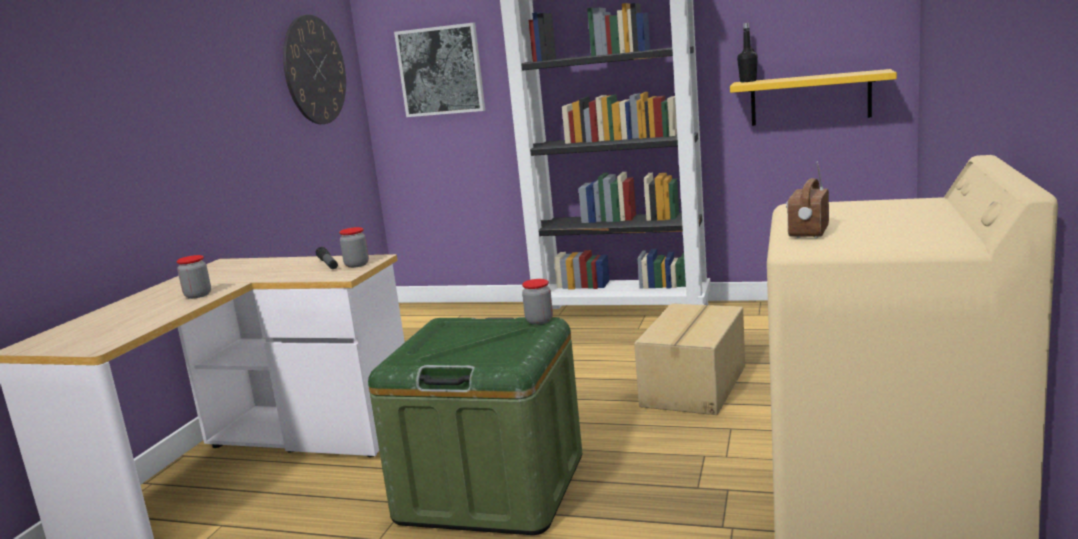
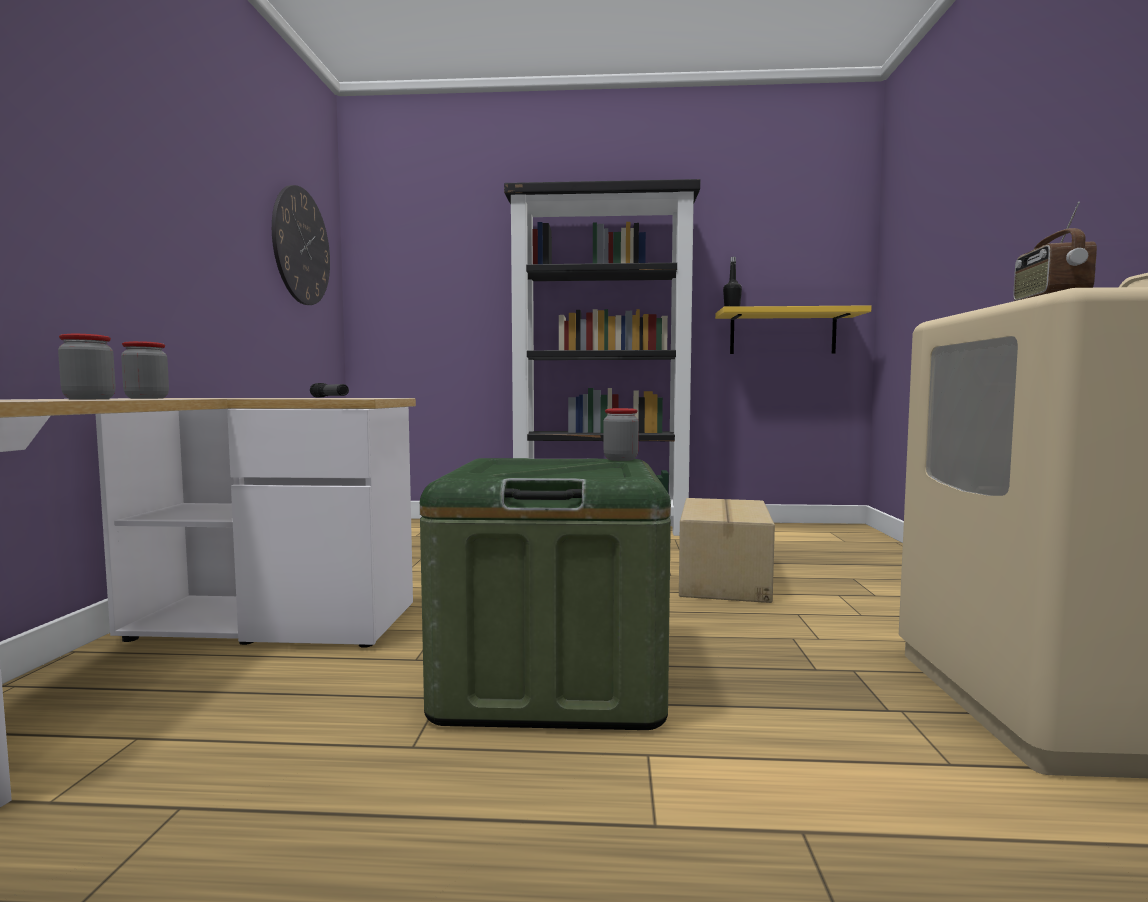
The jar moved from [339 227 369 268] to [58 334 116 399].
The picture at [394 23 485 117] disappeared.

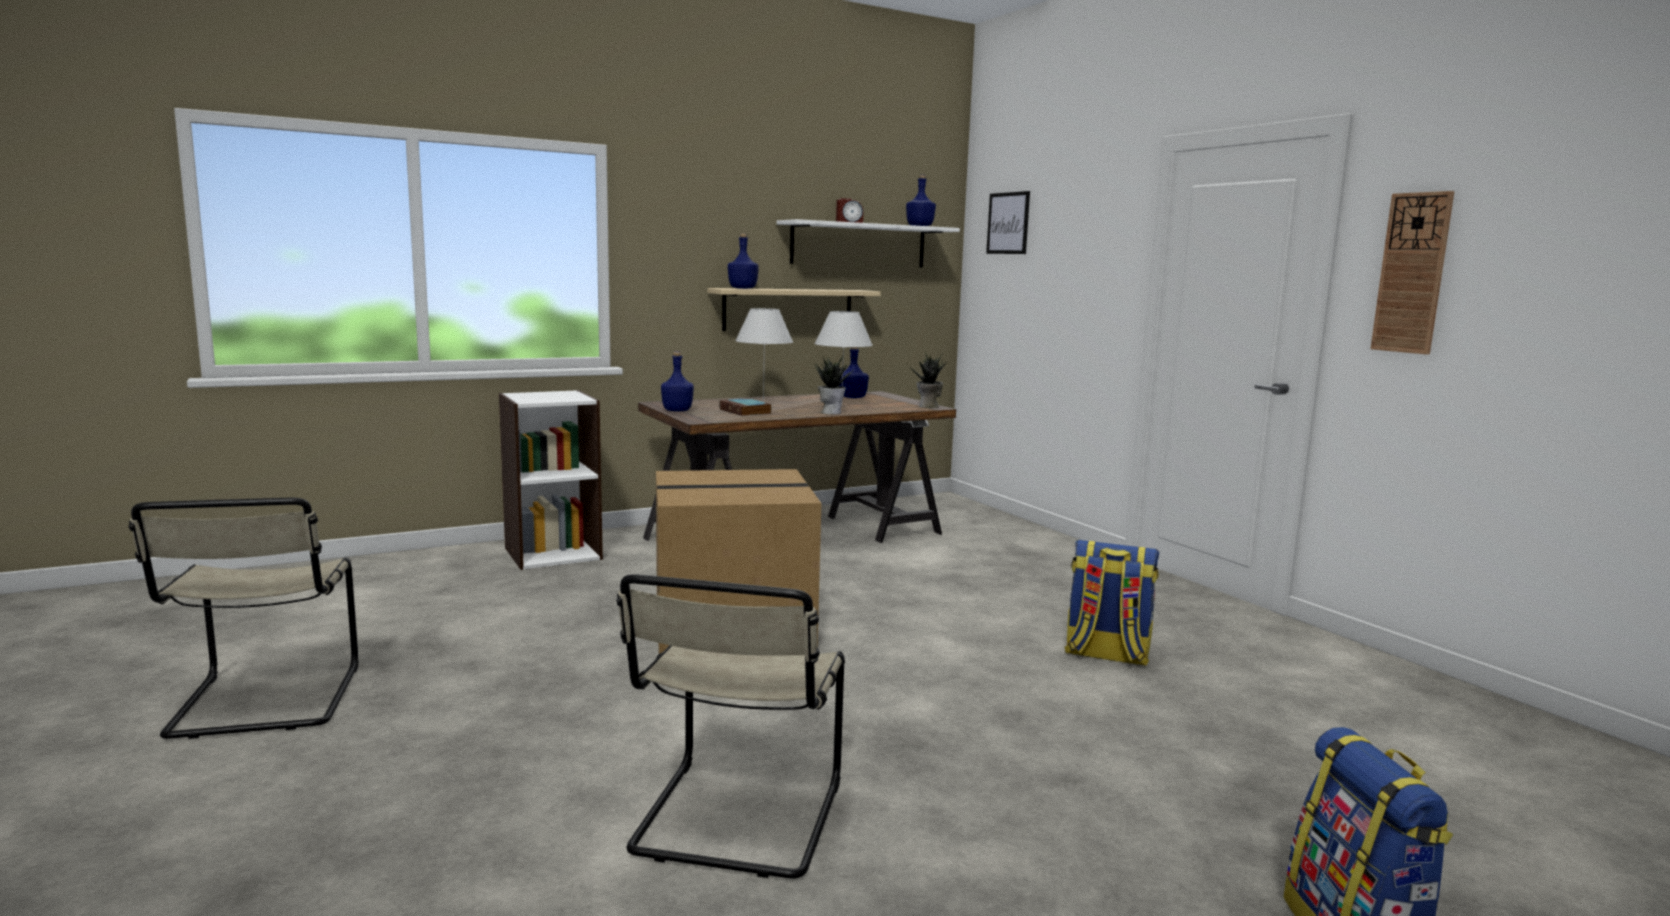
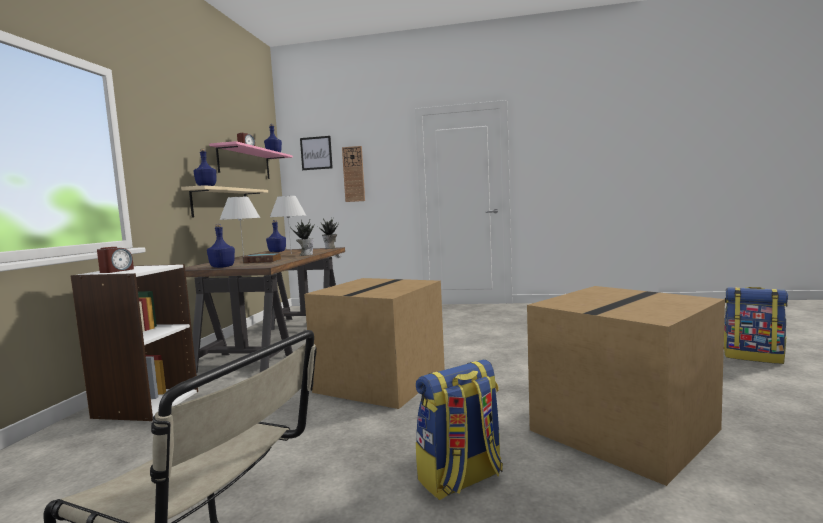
The alarm_clock at [97 247 134 273] appeared.
The white_shelf at [777 219 960 267] became the pink_shelf at [209 141 293 179].
The wall_clock moved from [1370 191 1454 355] to [342 146 365 202].
The backpack moved from [1065 540 1159 666] to [416 359 503 500].
The beige_chair at [616 574 845 879] was replaced by the cardboard_box at [527 286 725 486].

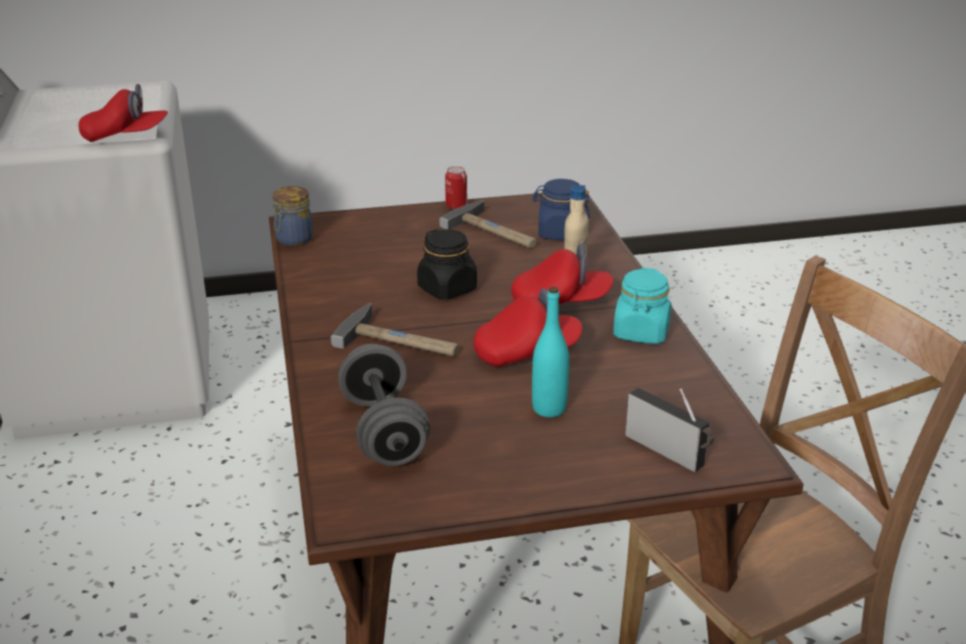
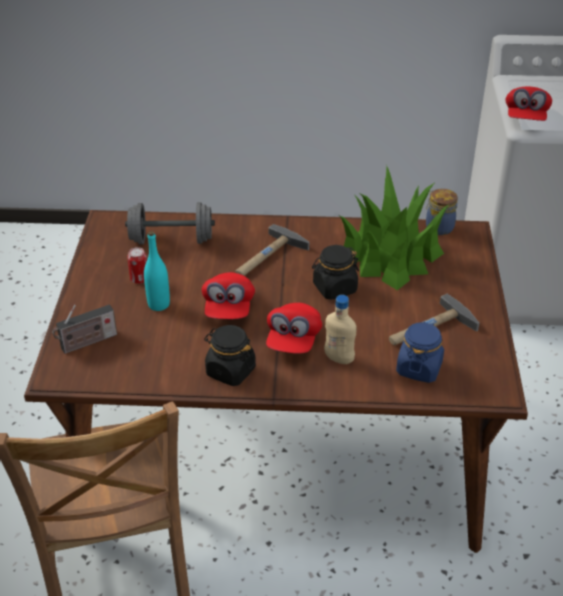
The can moved from [445 166 467 209] to [127 247 147 284].
The turquoise_jar at [613 268 671 344] became the black_jar at [204 325 256 386].
The potted_plant at [339 166 449 290] appeared.

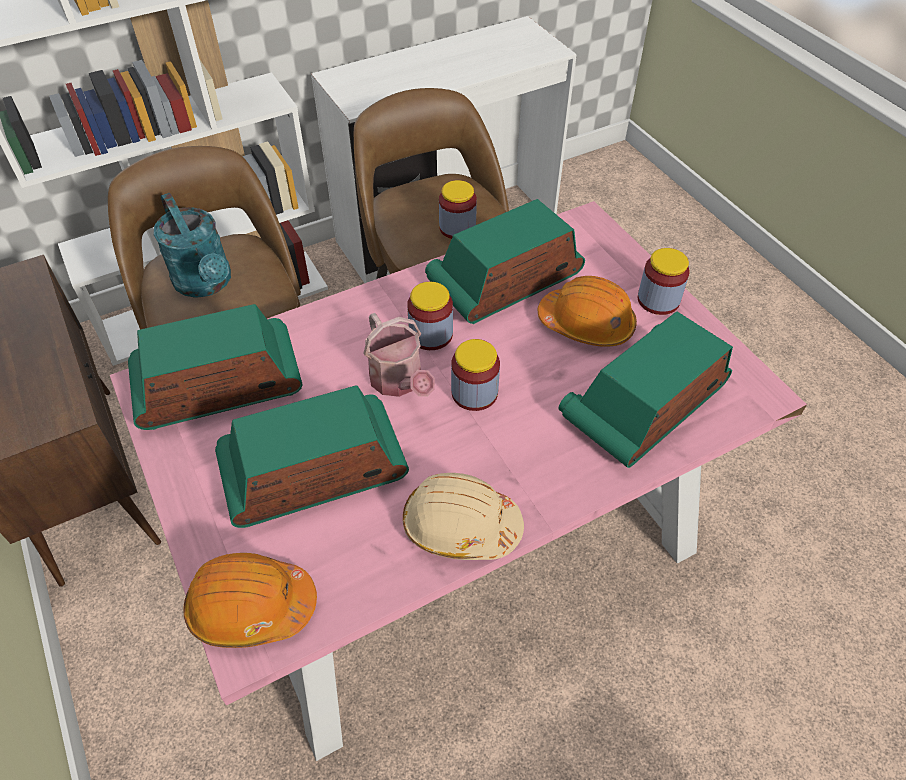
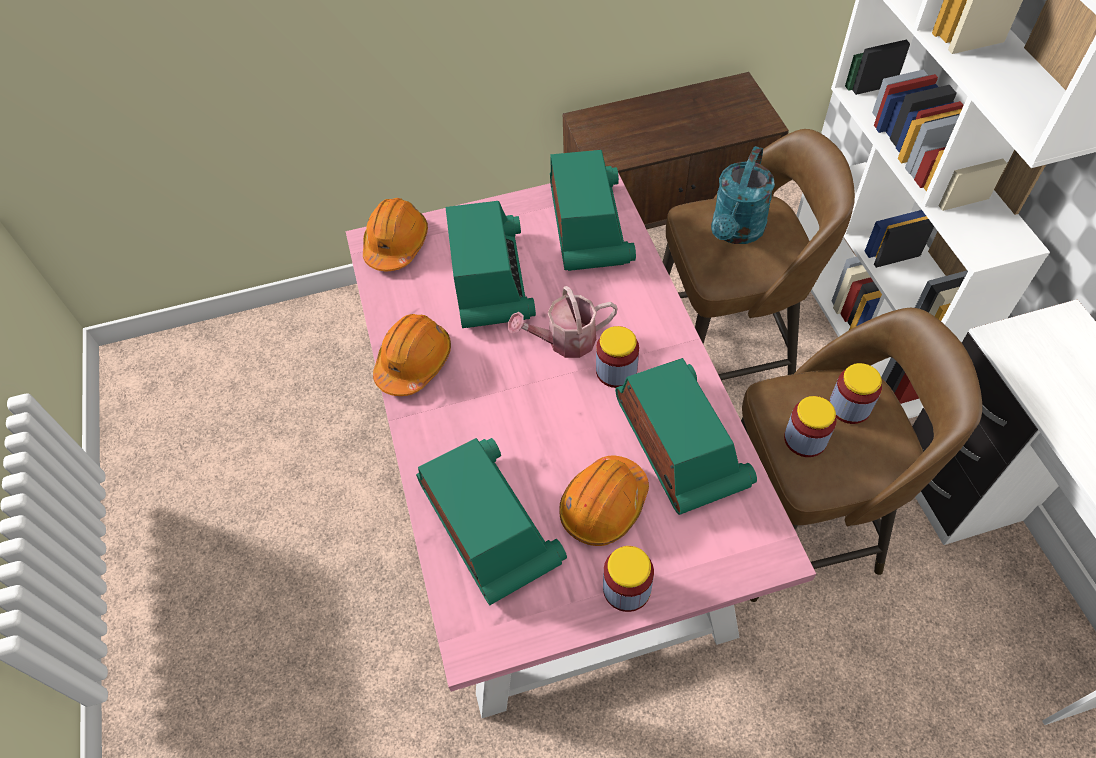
The beige_hard_hat at [403 473 524 560] became the orange_hard_hat at [373 314 451 396].
The turquoise_watering_can at [153 193 231 298] turned 45 degrees counterclockwise.
The jar moved from [451 339 500 411] to [829 363 882 424].

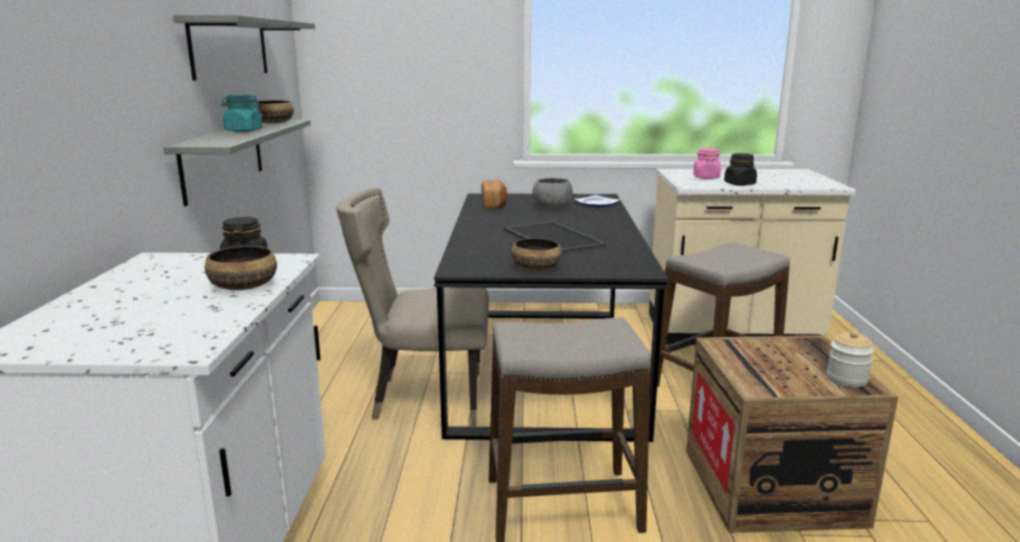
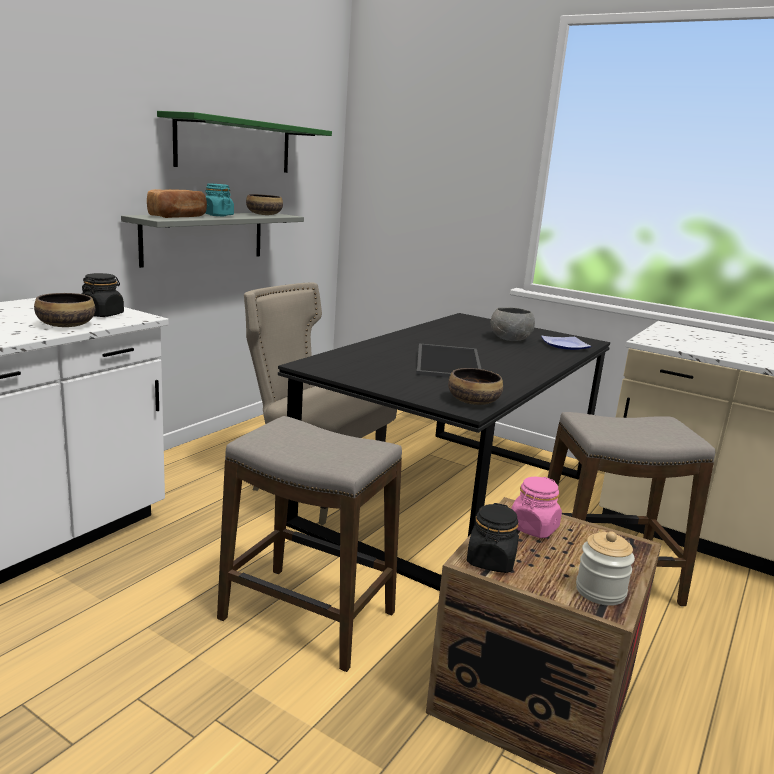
The bread moved from [481 179 507 209] to [147 189 207 218].
The grey_shelf at [173 15 315 80] became the green_shelf at [157 111 332 173].
The bowl moved from [511 238 562 271] to [448 368 503 405].
The black_jar moved from [724 153 757 186] to [467 503 519 573].
The pink_jar moved from [693 148 721 179] to [511 477 562 538].

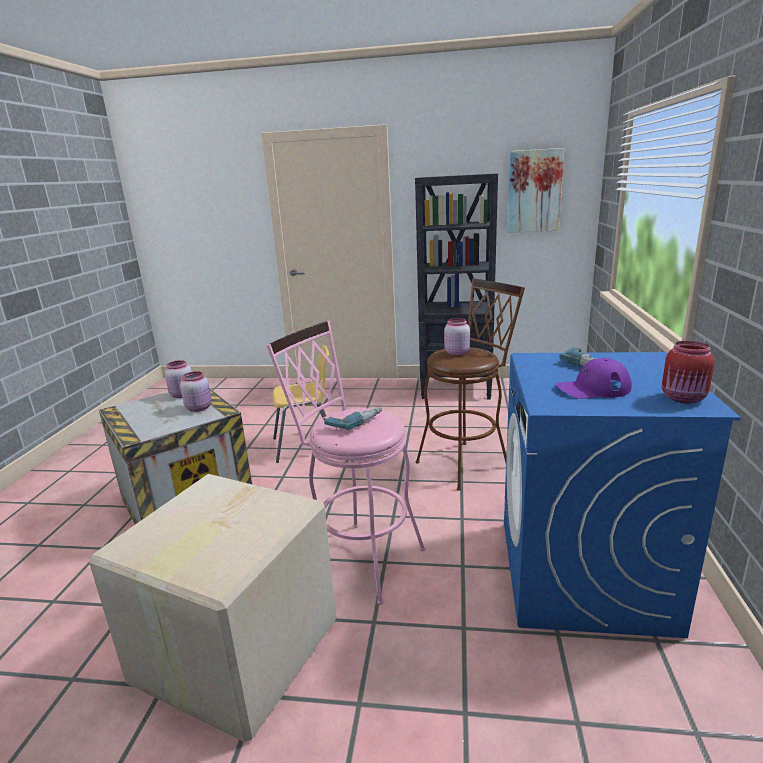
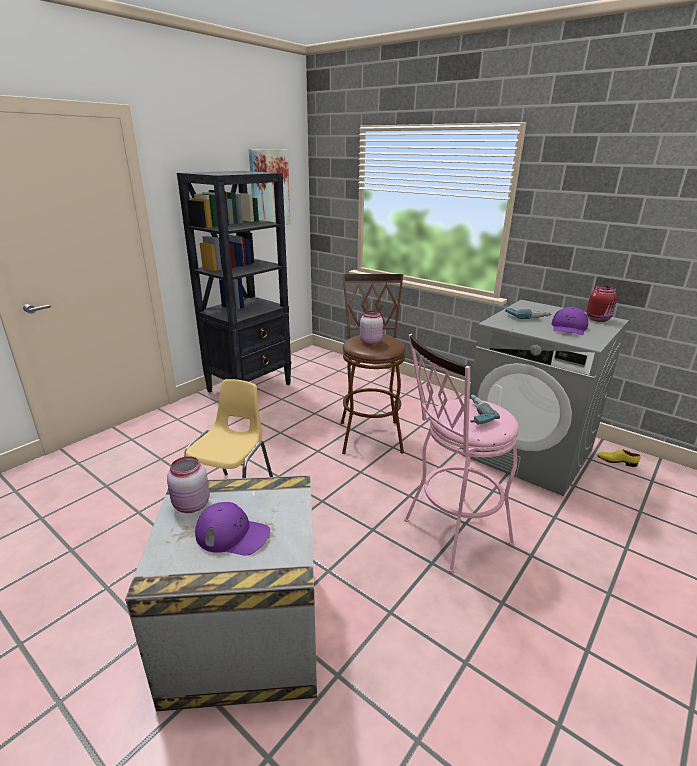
The purple_cap at [195 502 270 556] appeared.
The blue_washing_machine at [504 352 741 638] became the grey_washing_machine at [462 300 629 496].
The yellow_shoe at [597 449 641 467] appeared.
The cardboard_box at [89 474 336 742] disappeared.
The pink_jar at [180 371 212 412] disappeared.

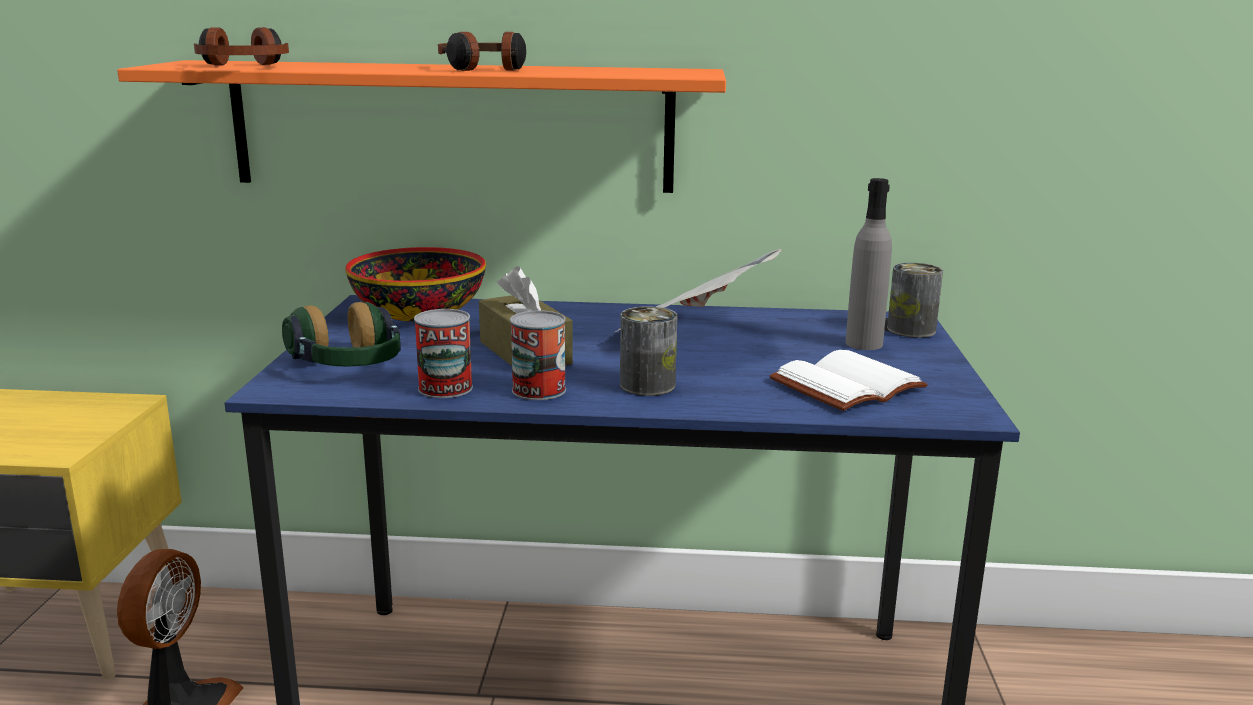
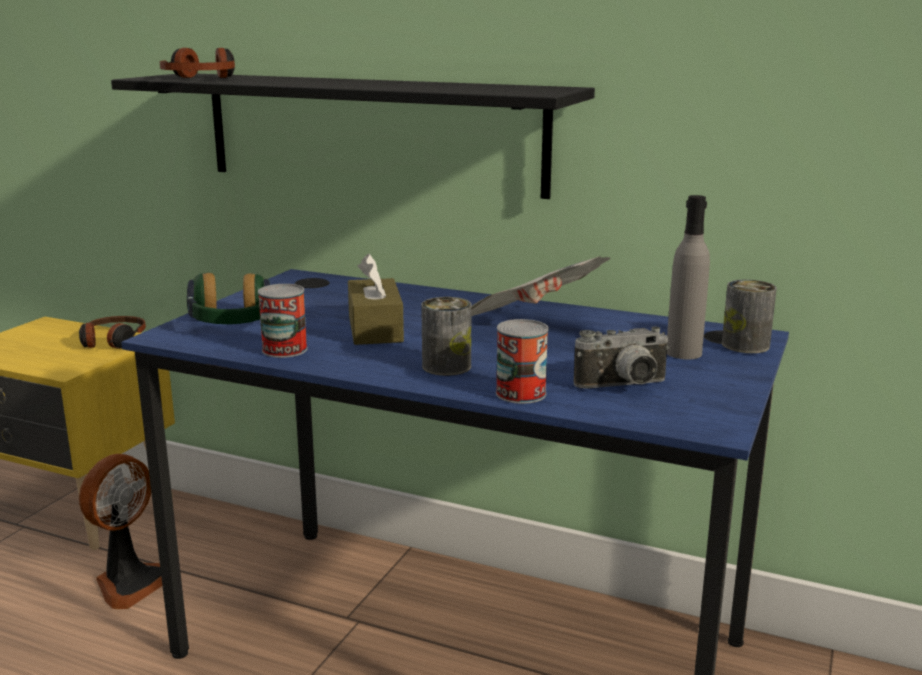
The headphones moved from [438 32 526 71] to [79 316 146 349].
The orange_shelf at [117 60 726 193] became the black_shelf at [111 74 595 199].
The can moved from [510 311 566 400] to [496 319 549 404].
The white_book at [770 350 928 411] was replaced by the photo_camera at [574 326 670 389].
The bowl at [345 247 486 321] disappeared.

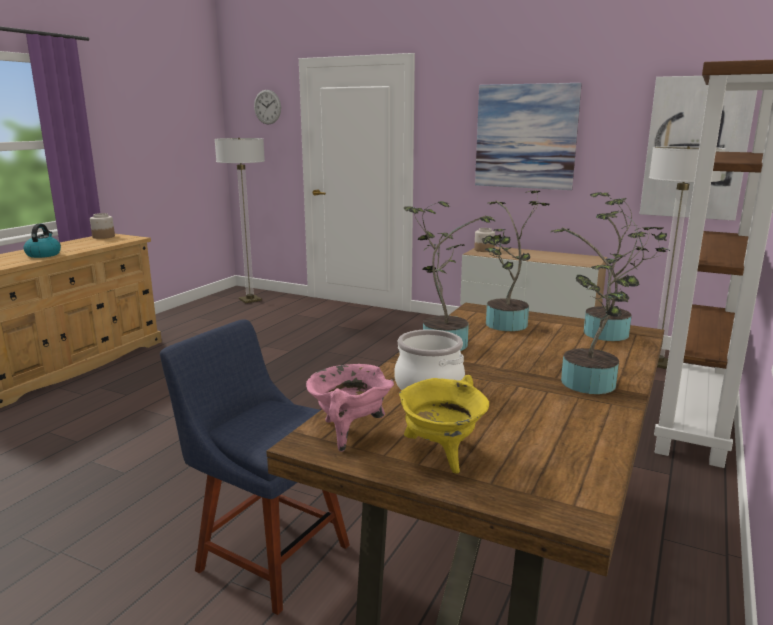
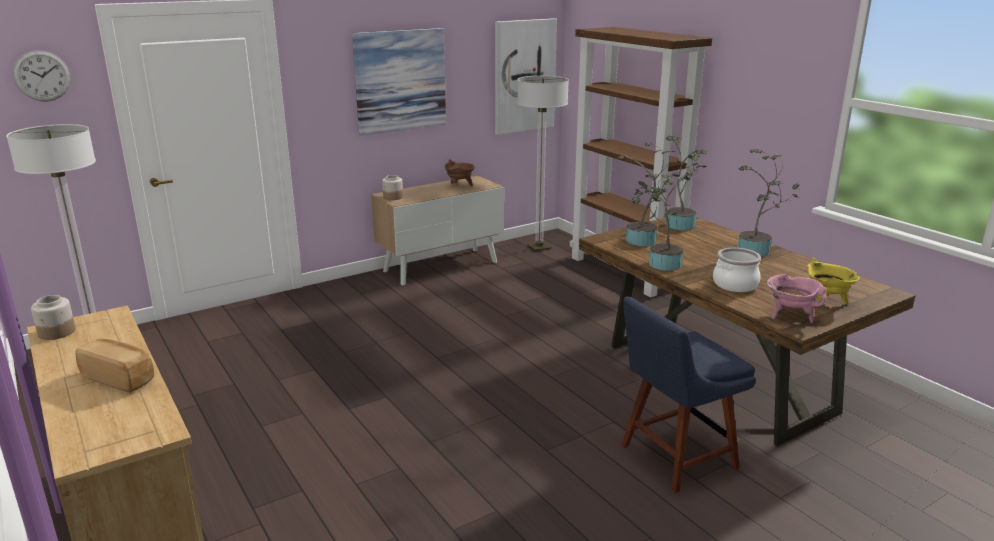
The kettle at [24 224 61 258] was replaced by the bread at [76 338 154 393].
The brown_cooking_pot at [445 159 475 186] appeared.

